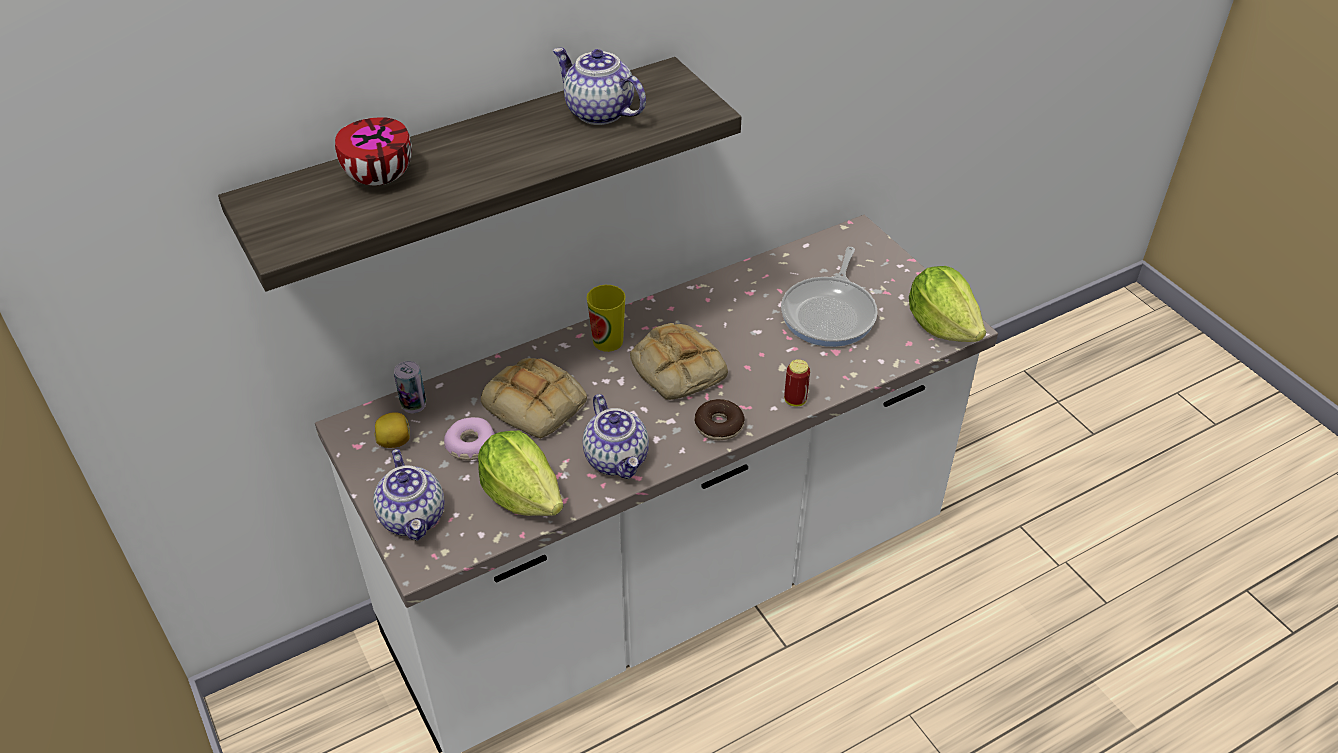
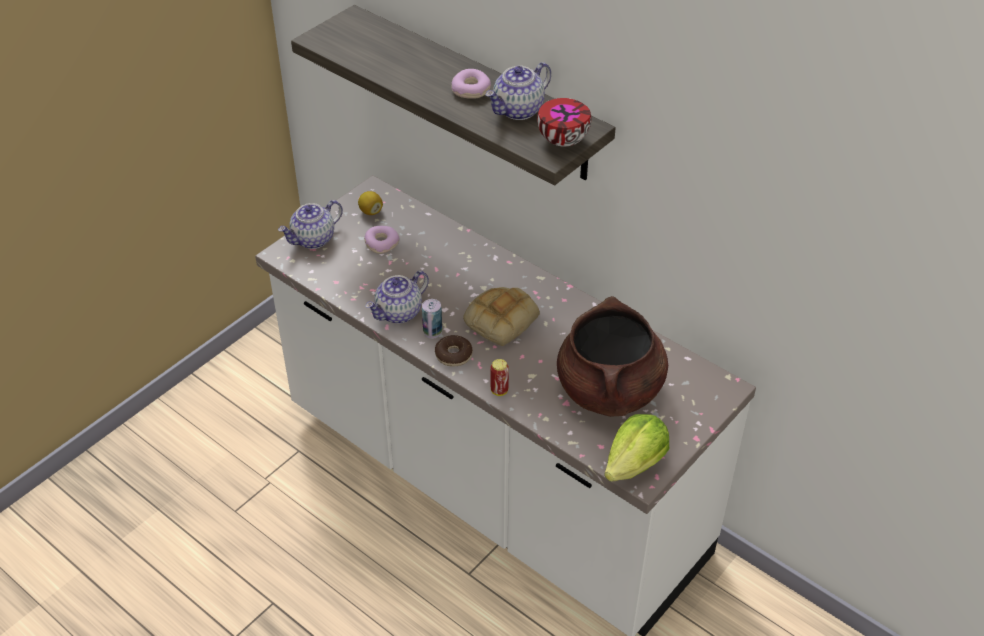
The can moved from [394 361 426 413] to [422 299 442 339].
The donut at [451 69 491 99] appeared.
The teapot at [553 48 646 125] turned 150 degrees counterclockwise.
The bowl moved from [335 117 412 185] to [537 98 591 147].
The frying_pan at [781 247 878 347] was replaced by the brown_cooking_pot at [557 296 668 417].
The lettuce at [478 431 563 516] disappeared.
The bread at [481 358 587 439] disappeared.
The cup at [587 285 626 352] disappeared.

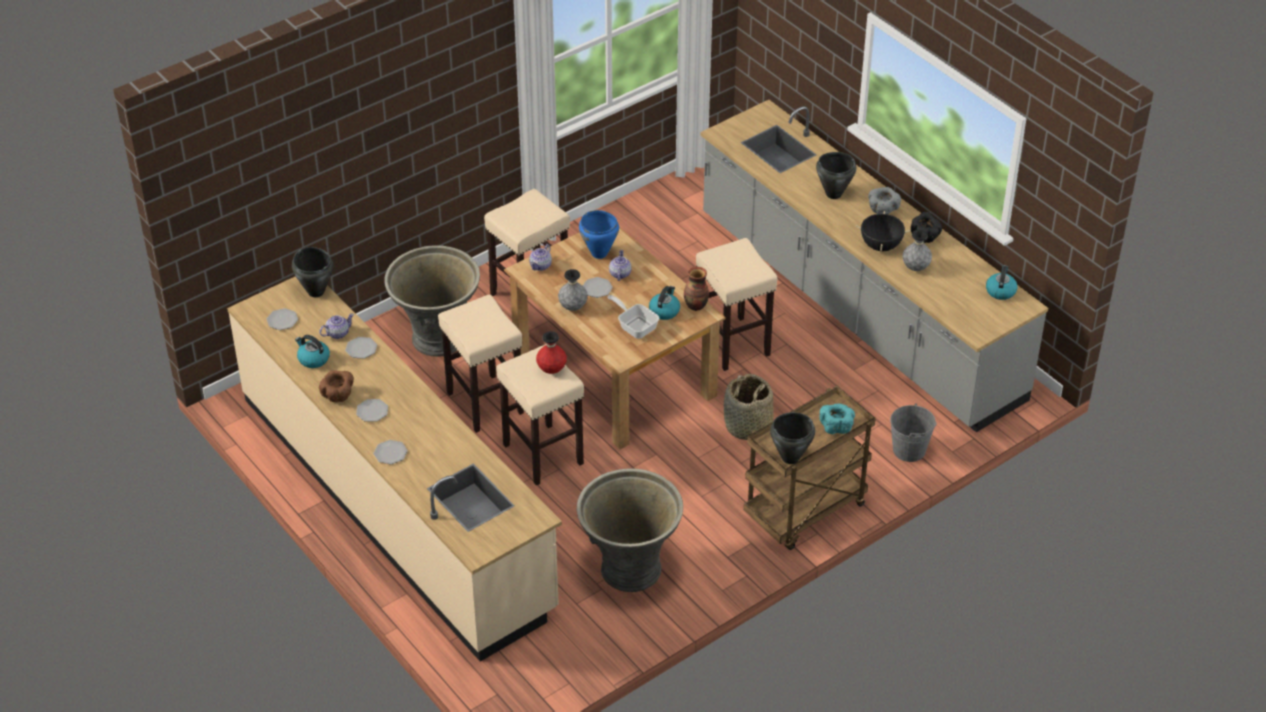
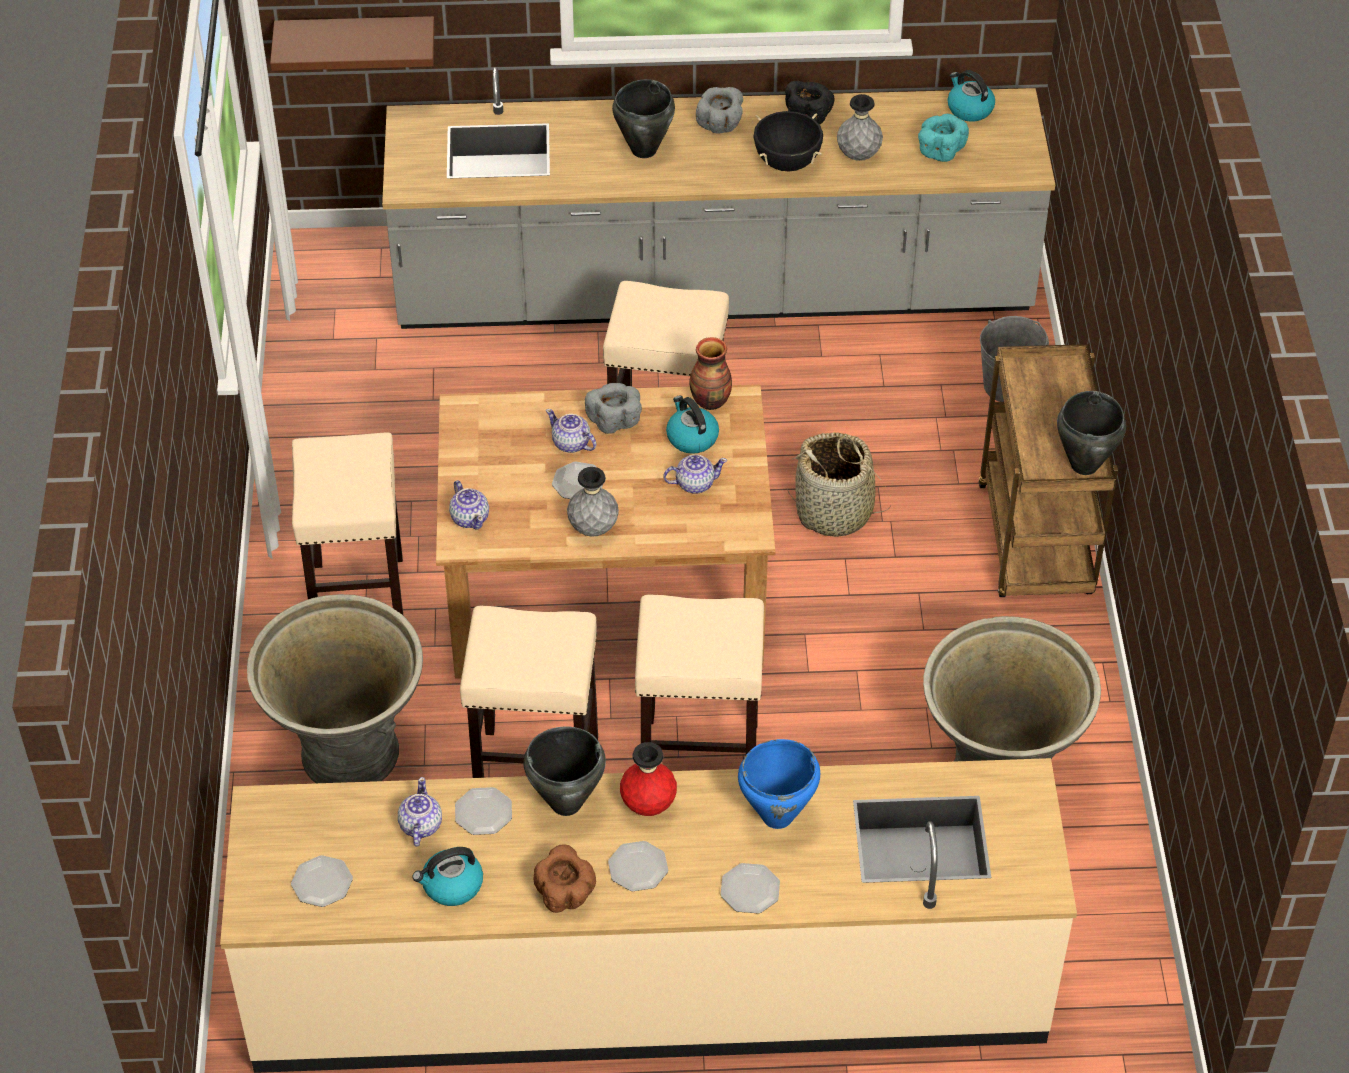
The brown_shelf at [270 16 435 71] appeared.
The black_cooking_pot moved from [292 247 334 297] to [523 726 606 816].
The grey_bowl at [585 383 642 434] appeared.
The red_vase moved from [536 331 567 374] to [620 742 677 816].
The frying_pan at [607 295 659 339] was replaced by the teapot at [663 454 727 494].
The blue_cooking_pot moved from [579 210 619 259] to [738 739 820 829].
The turquoise_bowl moved from [819 404 855 434] to [918 114 969 162].

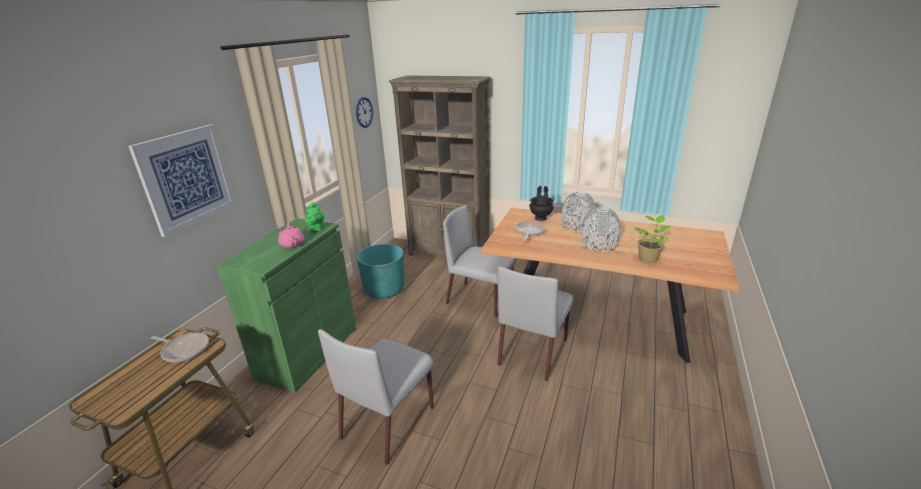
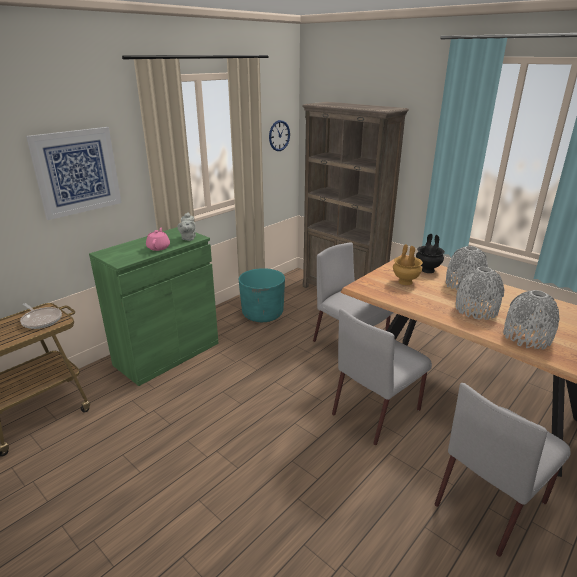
The green_teapot at [305 202 324 231] became the grey_teapot at [177 212 196 241].
The frying_pan at [515 221 546 241] was replaced by the brown_vase at [393 244 423 285].
The grey_chair moved from [318 329 434 465] to [435 383 571 557].
The potted_plant at [634 215 670 263] was replaced by the grey_vase at [503 290 560 350].

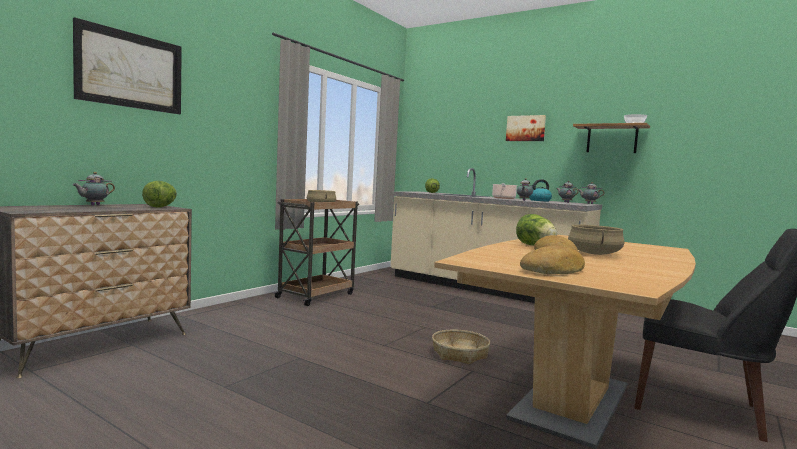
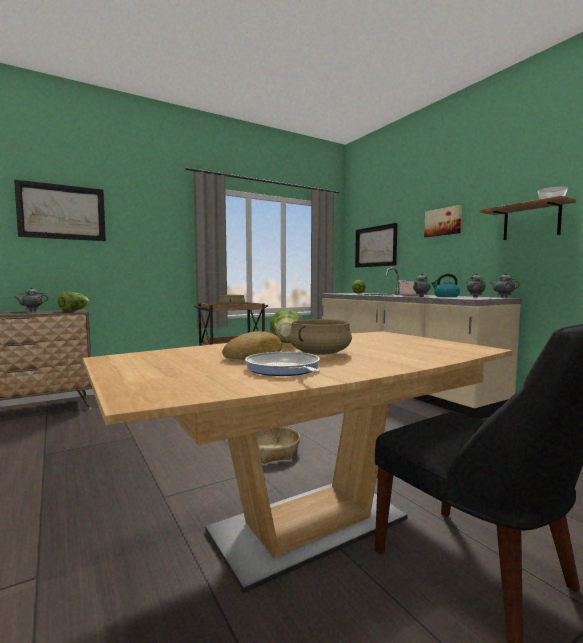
The frying_pan at [245 352 320 376] appeared.
The picture at [355 223 397 268] appeared.
The bread at [520 246 585 274] disappeared.

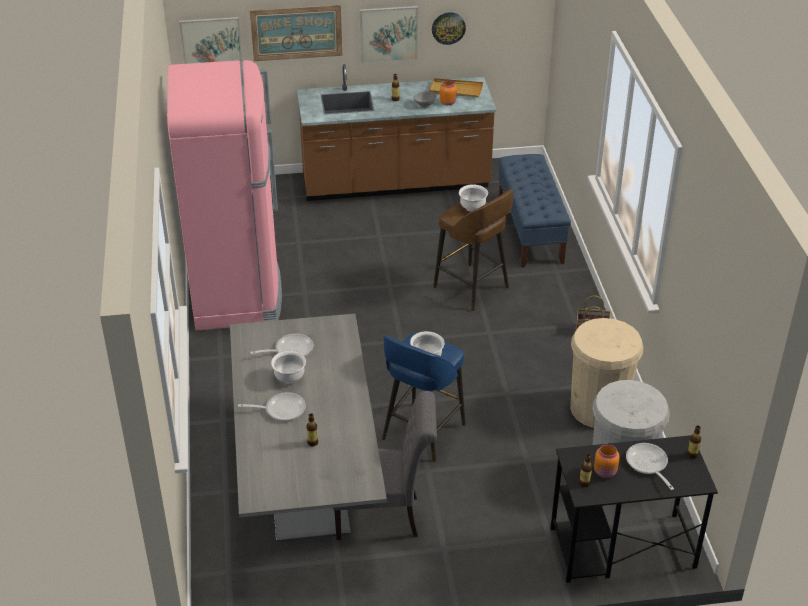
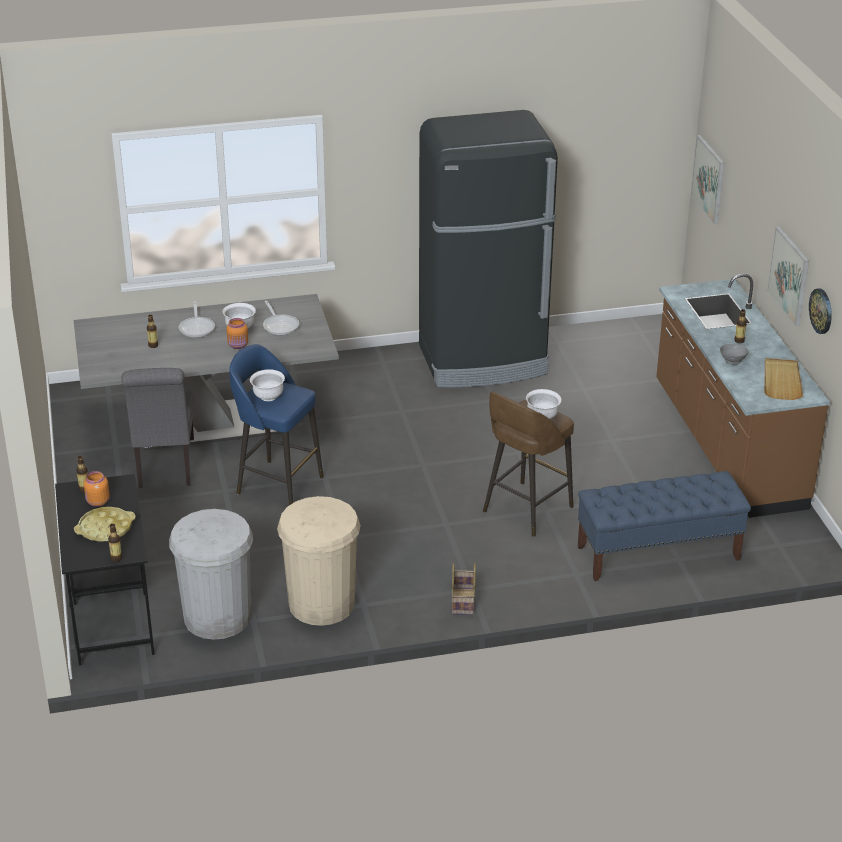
The frying_pan at [626 443 674 490] was replaced by the yellow_tray at [74 507 136 542].
The orange_jar moved from [440 80 457 105] to [227 318 248 349].
The pink_fridge at [167 60 282 331] became the black_fridge at [419 110 558 388].
The picture at [250 5 342 61] disappeared.

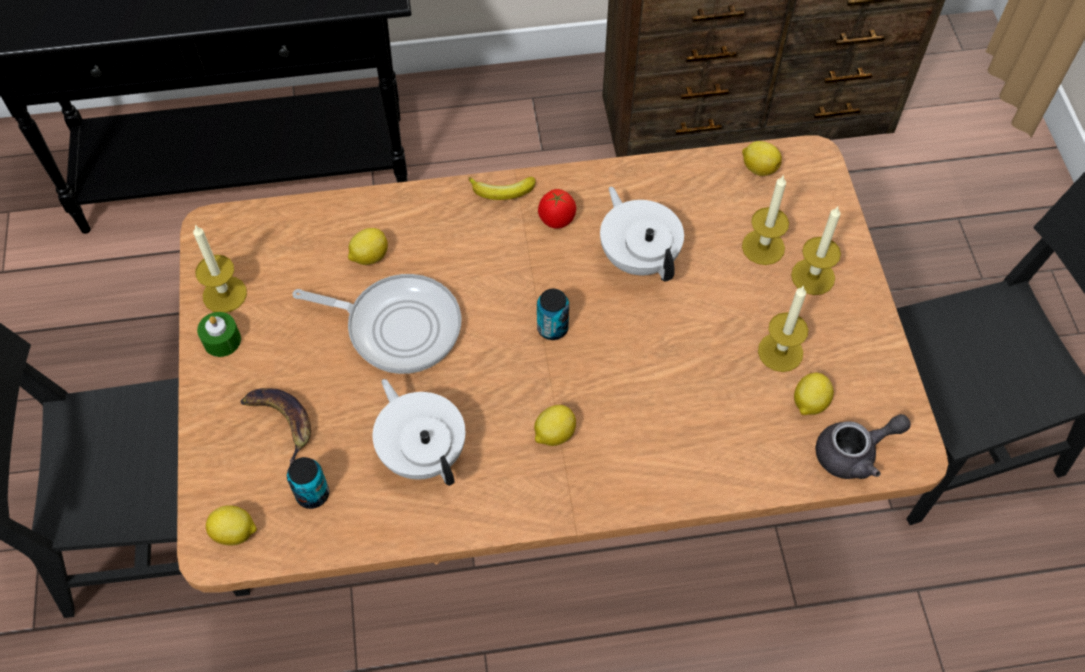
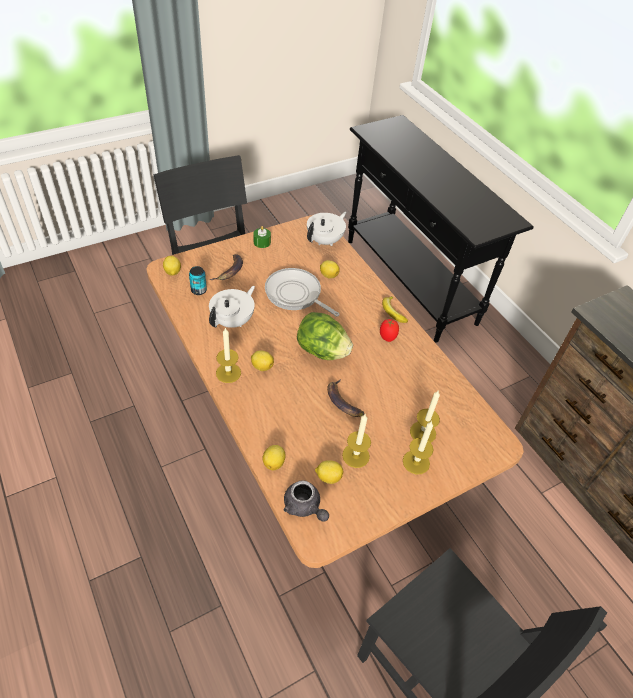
The candle moved from [193 225 247 313] to [216 327 241 383].
The lemon moved from [742 141 782 176] to [262 445 286 471].
The frying_pan at [292 274 461 374] turned 135 degrees clockwise.
The can at [537 289 569 340] was replaced by the lettuce at [297 312 353 360].
The white_teapot moved from [600 187 684 282] to [307 212 347 246].
The banana at [327 379 364 417] appeared.

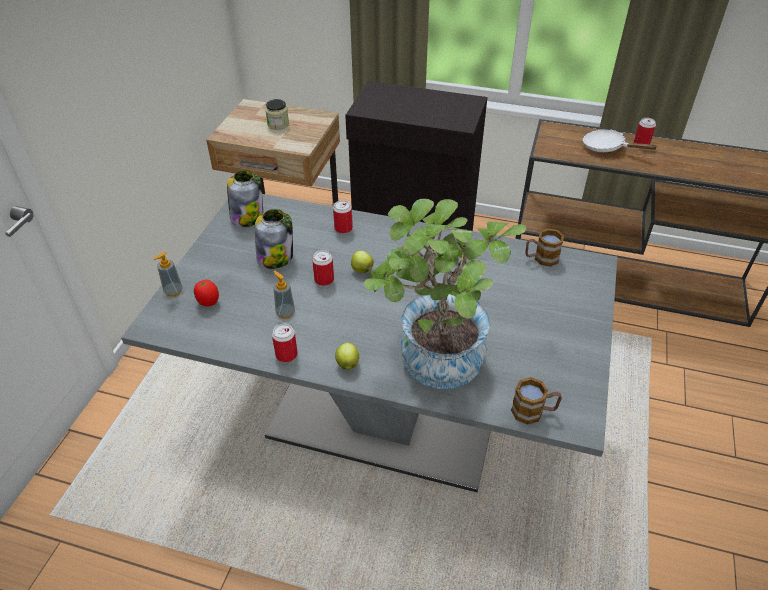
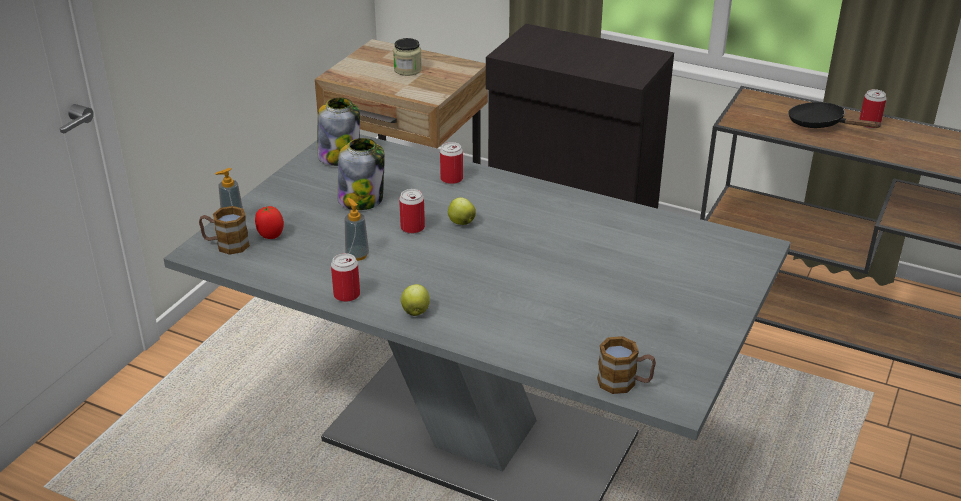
The mug moved from [525 229 564 267] to [199 206 250 255].
The white_frying_pan at [583 129 657 152] became the black_frying_pan at [788 102 881 128].
The potted_plant at [364 199 526 389] disappeared.

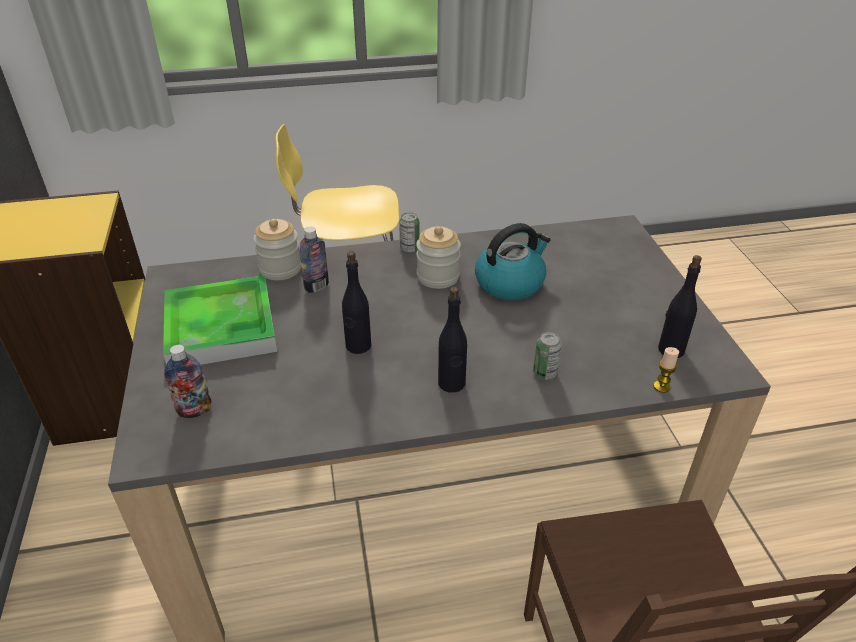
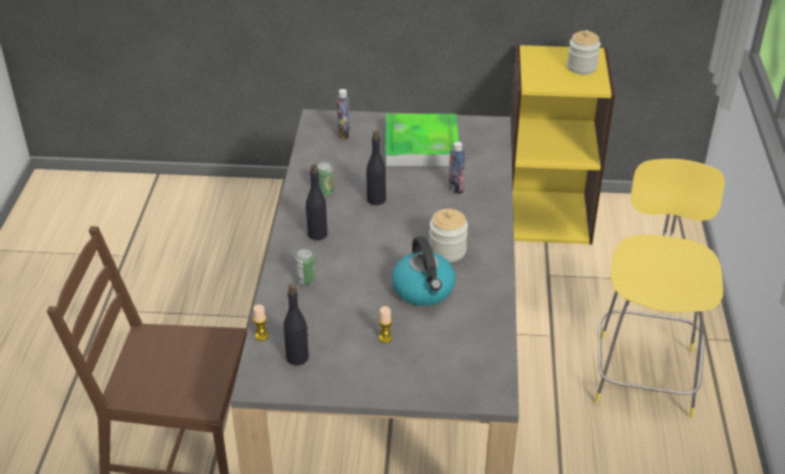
The can moved from [399 212 419 253] to [317 162 334 196].
The candle at [379 306 392 343] appeared.
The jar moved from [253 219 301 280] to [567 30 601 75].

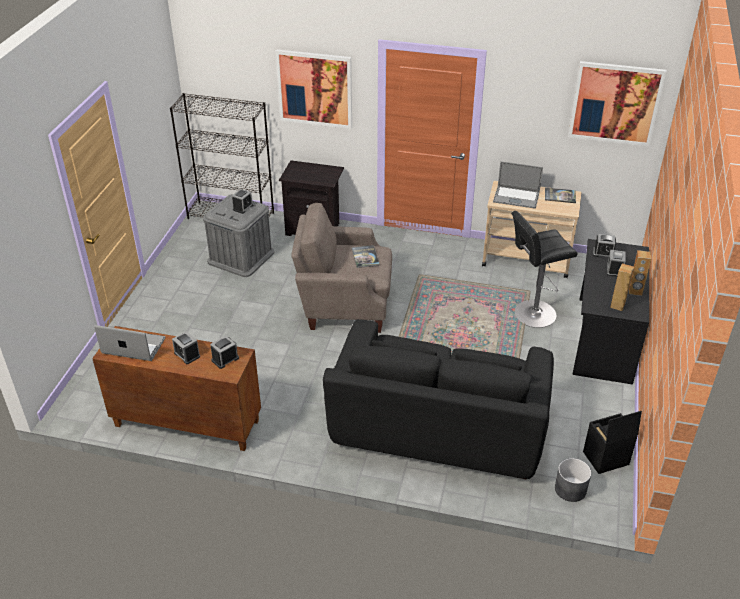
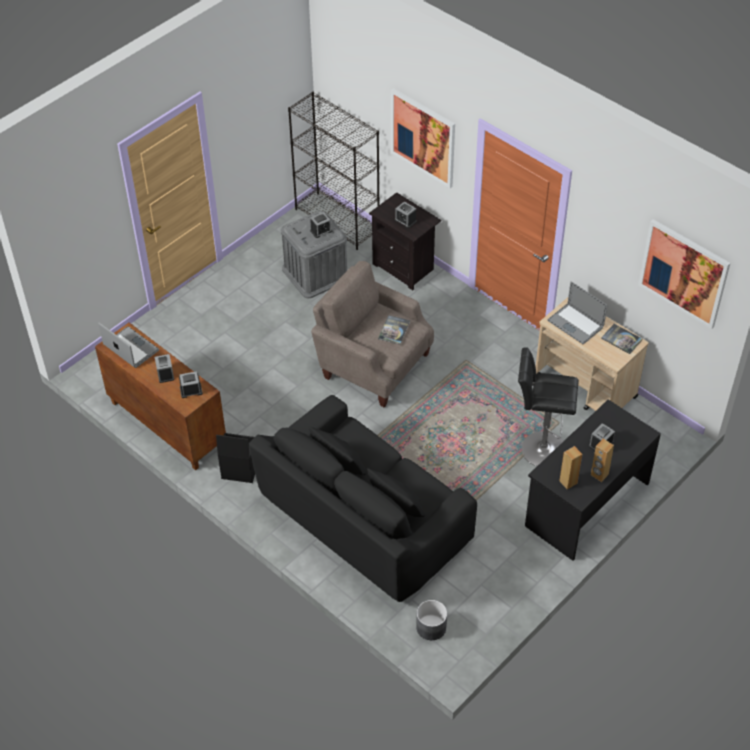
The black_storage_box moved from [583 411 642 474] to [216 433 255 483].
The alarm_clock moved from [593 234 616 257] to [395 202 417 228].

